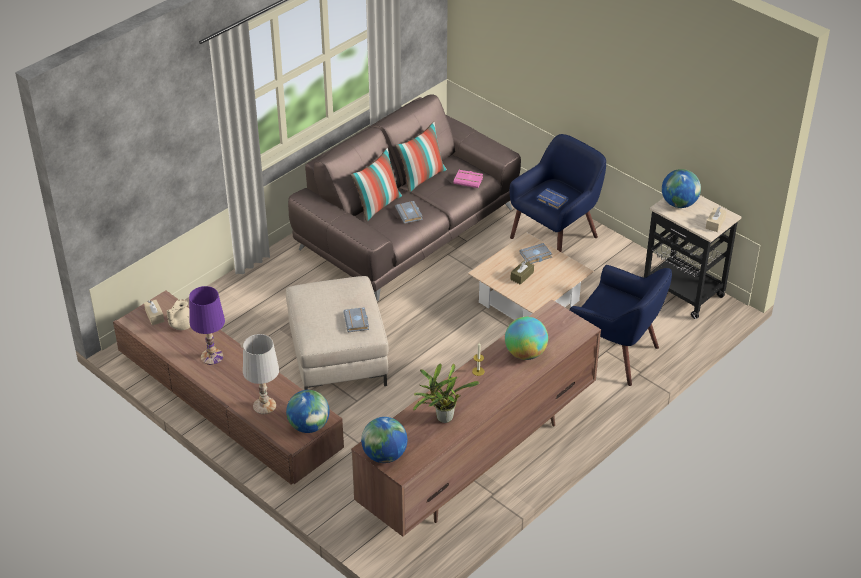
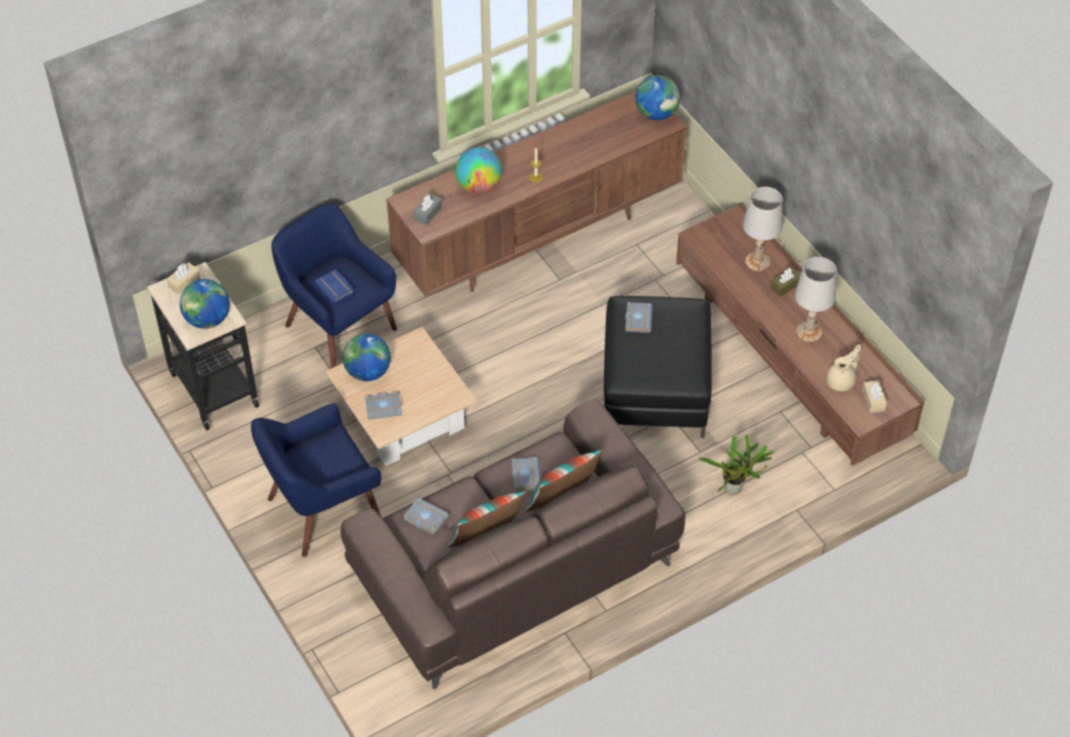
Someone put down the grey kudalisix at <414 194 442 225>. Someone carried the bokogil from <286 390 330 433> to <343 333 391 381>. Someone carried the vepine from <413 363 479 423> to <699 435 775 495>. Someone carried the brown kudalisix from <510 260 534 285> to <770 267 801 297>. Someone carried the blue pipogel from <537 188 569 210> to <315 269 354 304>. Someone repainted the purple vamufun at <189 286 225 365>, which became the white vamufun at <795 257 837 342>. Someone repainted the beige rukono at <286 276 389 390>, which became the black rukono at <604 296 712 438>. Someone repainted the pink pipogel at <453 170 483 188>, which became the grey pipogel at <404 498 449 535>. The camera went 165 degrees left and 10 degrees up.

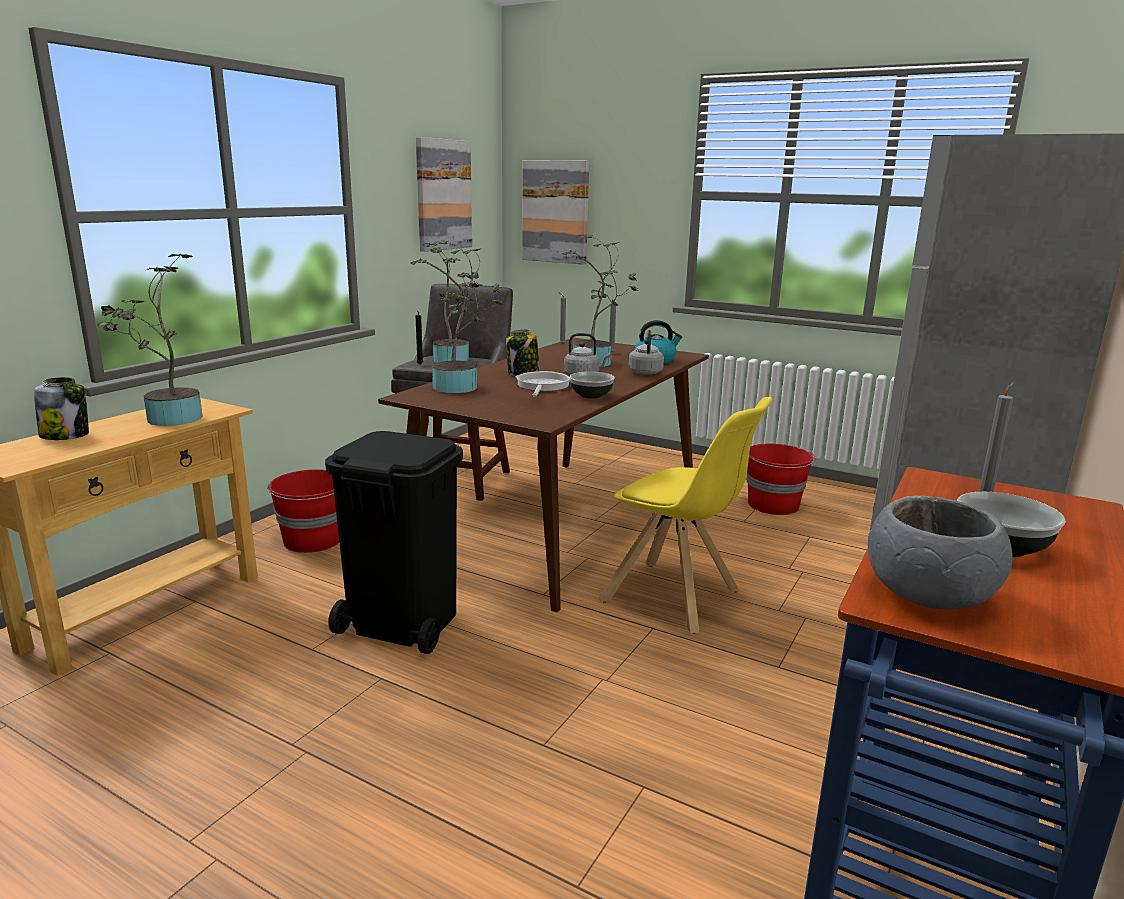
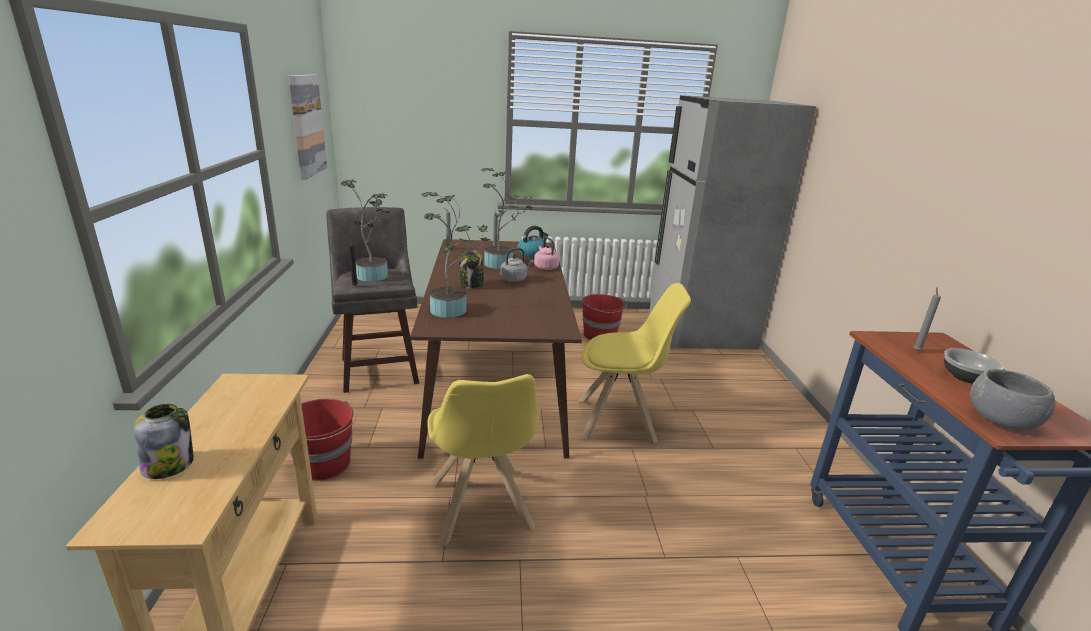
Someone took away the vepine at <97 253 202 426>. Someone took away the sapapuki at <515 371 570 397>. Someone took away the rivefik at <522 160 589 265>. Someone took away the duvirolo at <569 371 615 399>. Someone swapped the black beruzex at <325 431 463 654> for the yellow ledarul at <427 374 539 546>. Someone repainted the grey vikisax at <629 330 664 375>, which became the pink vikisax at <534 237 559 270>. The camera went 35 degrees left and 5 degrees up.

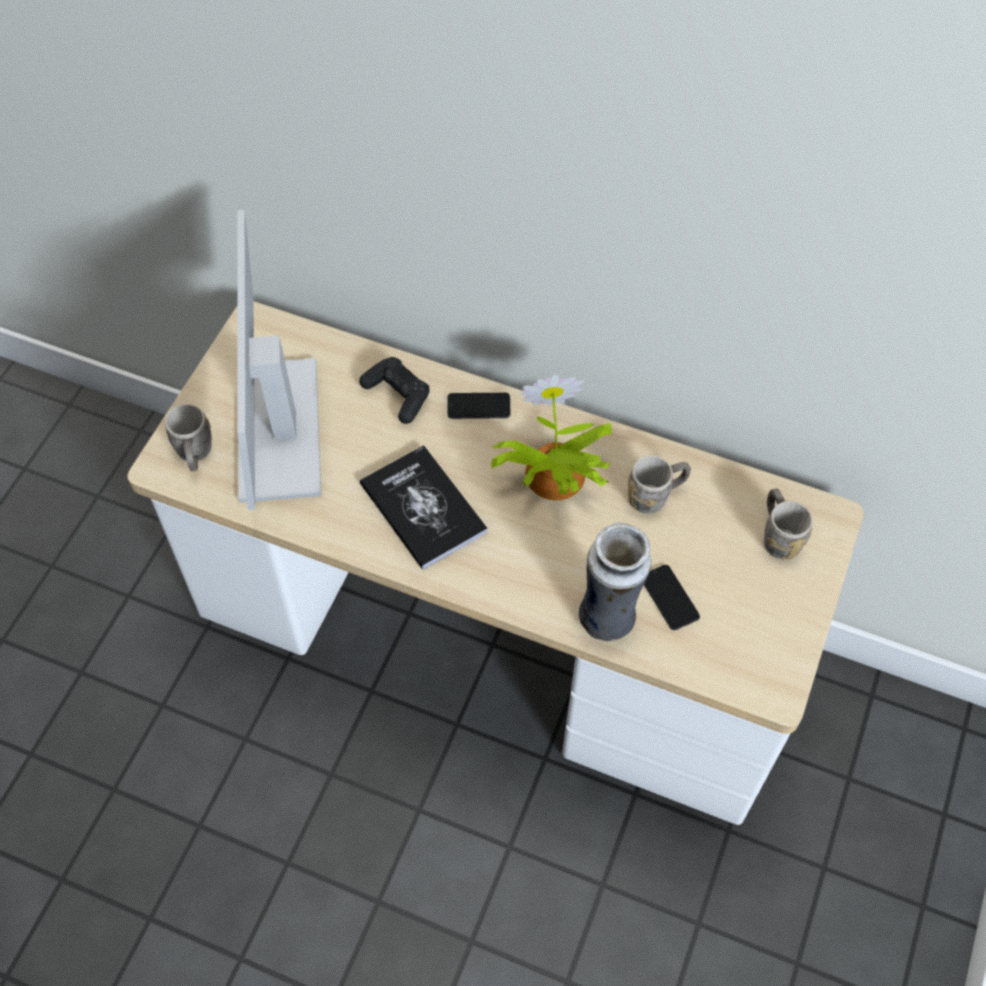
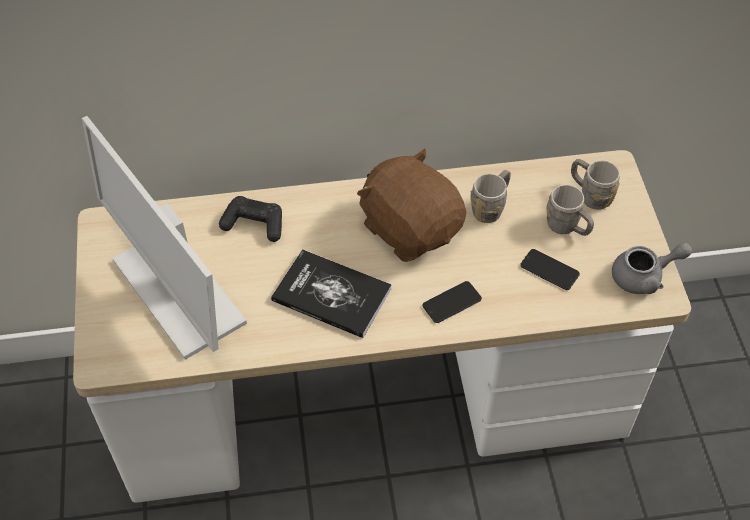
Someone took away the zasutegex at <579 523 651 641>. Someone put down the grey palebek at <612 242 692 294>. Someone carried the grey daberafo from <165 404 212 471> to <547 184 594 236>. Someone carried the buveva from <447 393 511 419> to <422 281 482 323>. Someone swapped the vepine at <491 375 612 501> for the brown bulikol at <357 149 466 262>. The camera went 30 degrees left and 5 degrees down.

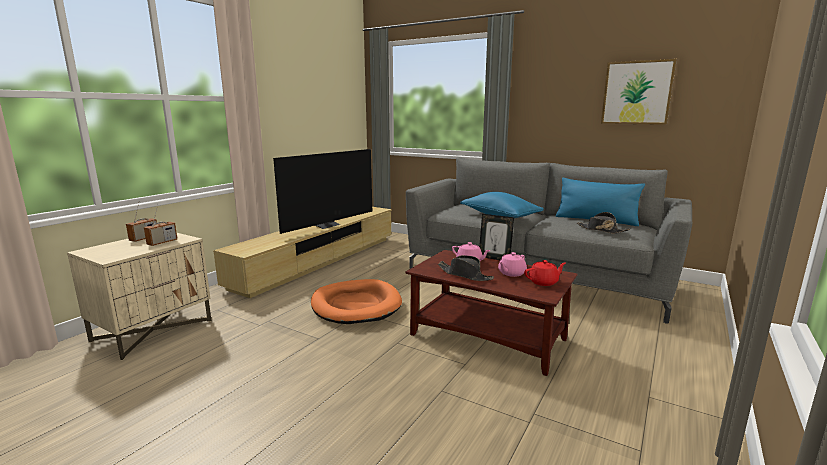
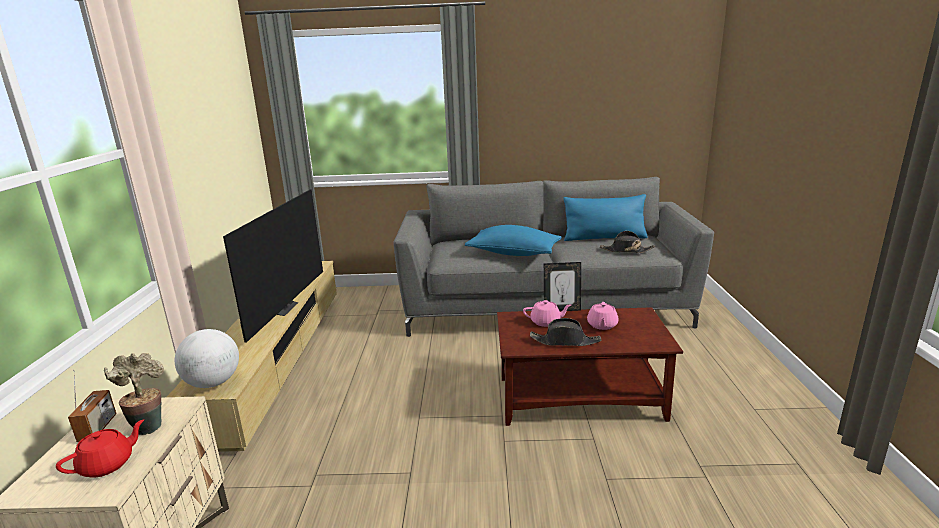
Someone took away the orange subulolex at <311 279 402 324>. Someone took away the rivefik at <601 59 677 125>. Someone put down the bokogil at <175 329 239 388>. Someone carried the red palebek from <524 260 566 286> to <56 419 144 478>. Someone swapped the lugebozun at <144 204 177 246> for the vepine at <104 353 164 435>. The camera went 30 degrees left and 5 degrees up.

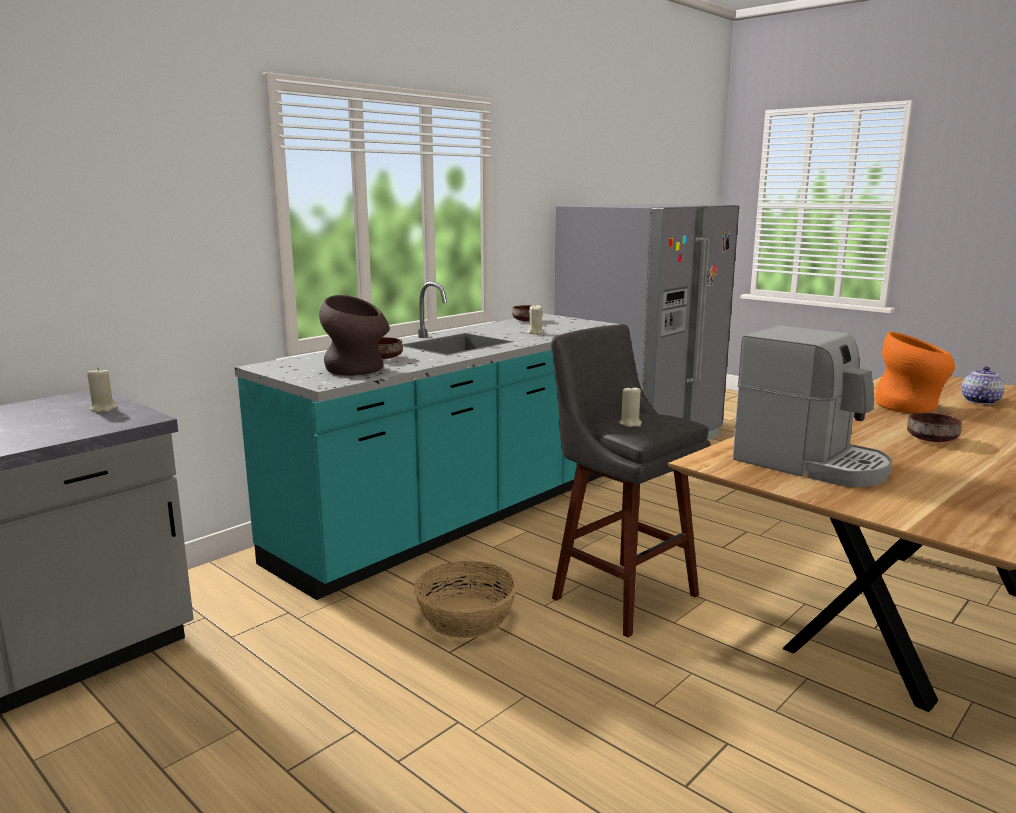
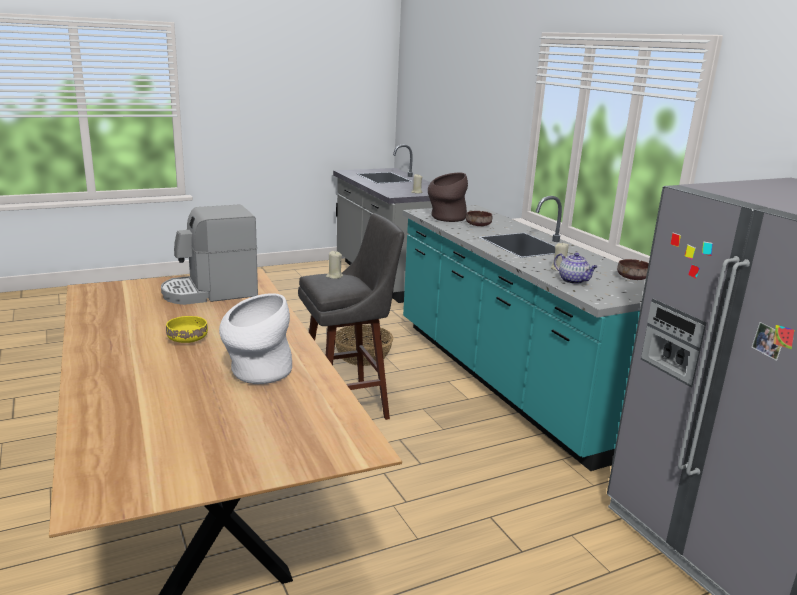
Someone carried the palebek from <961 366 1005 405> to <554 253 598 284>. Someone repainted the orange zasutegex at <876 332 955 413>, which became the white zasutegex at <219 293 292 384>. Someone repainted the brown duvirolo at <907 413 962 442>, which became the yellow duvirolo at <166 316 208 343>. The camera went 110 degrees right and 5 degrees up.

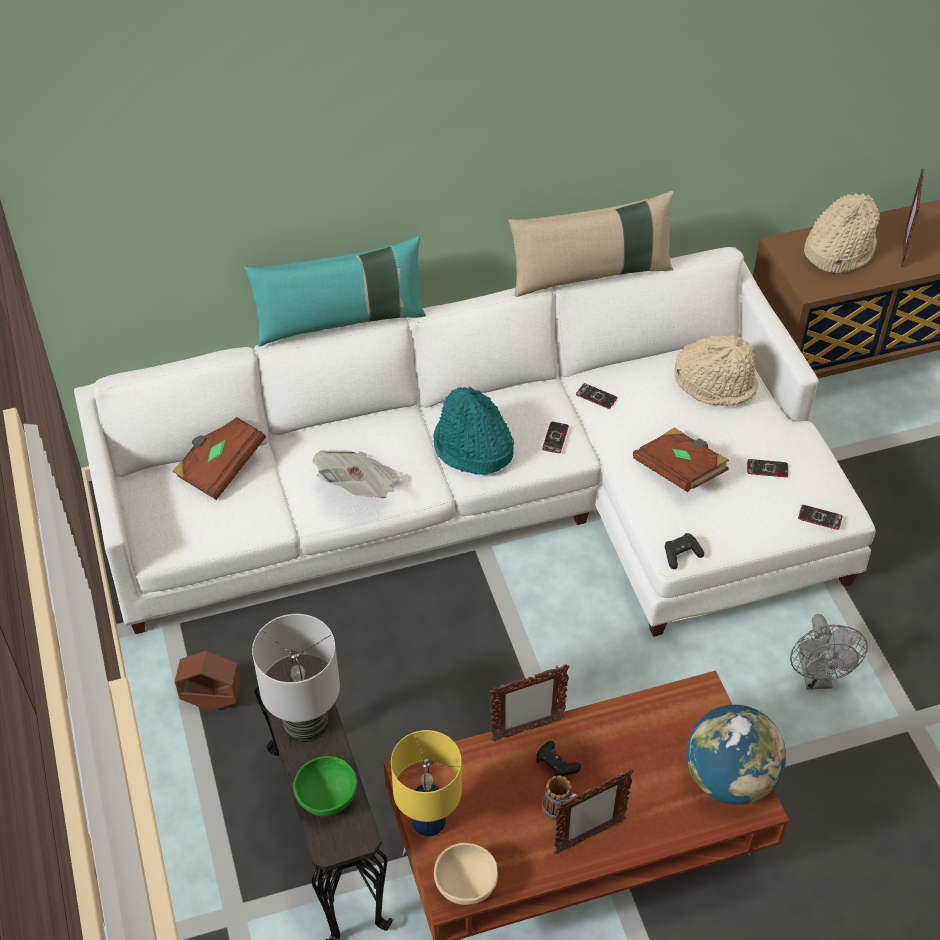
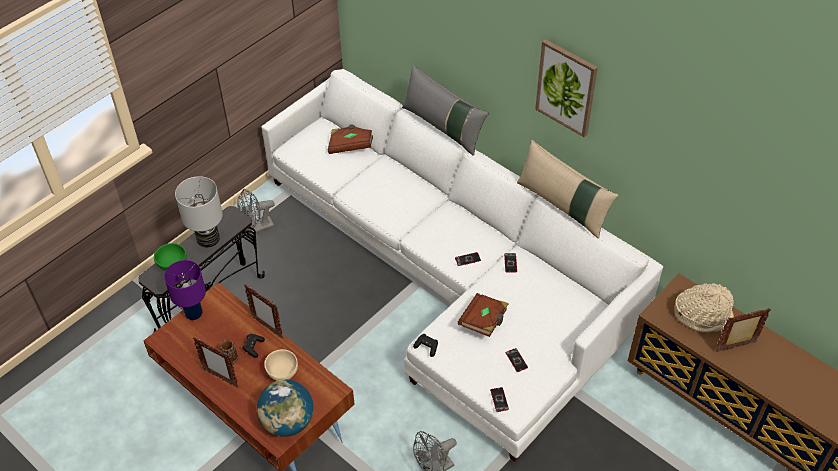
Someone took away the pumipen at <312 450 403 499>. Someone took away the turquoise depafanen at <433 387 514 475>. Someone took away the beige depafanen at <674 335 758 406>. Someone put up the rivefik at <535 39 598 137>. Someone carried the beige duvirolo from <434 843 498 905> to <264 349 298 381>. Someone swapped the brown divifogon at <175 651 241 711> for the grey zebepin at <237 189 275 234>. Someone repainted the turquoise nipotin at <244 236 426 347>, which became the grey nipotin at <402 65 489 156>. Someone repainted the yellow vamufun at <391 730 462 837>, which became the purple vamufun at <164 260 206 320>. The camera went 60 degrees right and 0 degrees up.

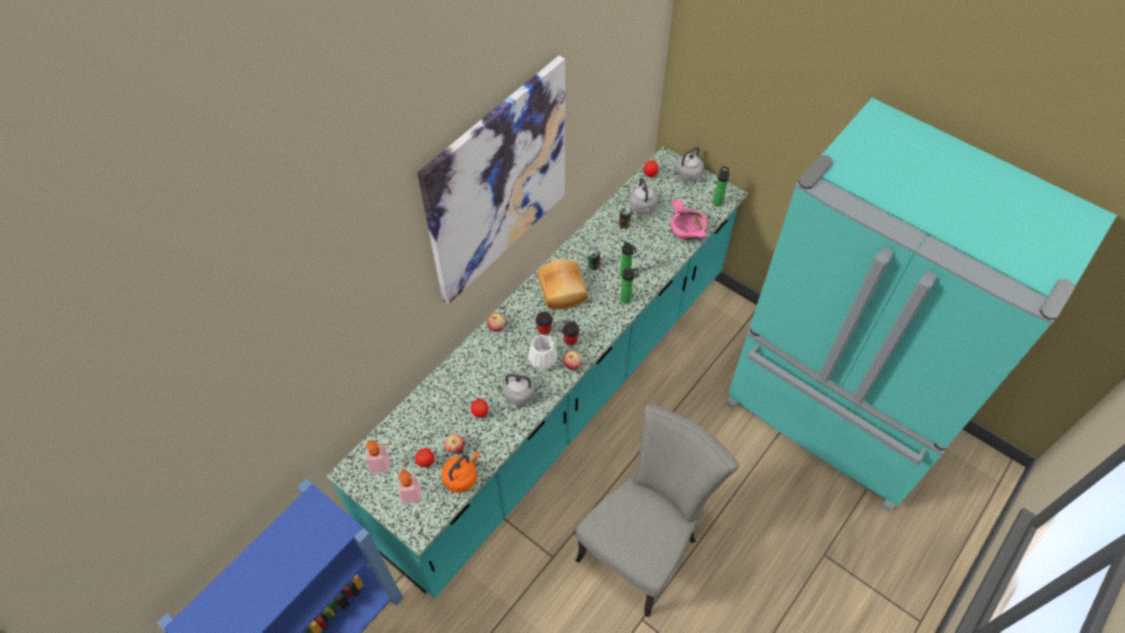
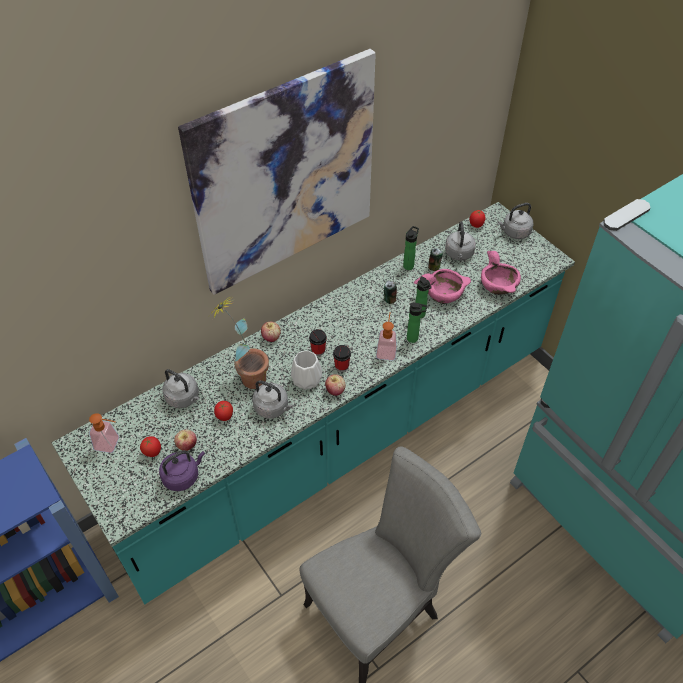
Someone took away the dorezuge at <538 259 588 310>. Someone put down the grey vikisax at <162 369 200 408>. Someone put down the vepine at <208 296 269 389>. Someone put down the pink duvirolo at <414 269 471 304>. Someone carried the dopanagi from <398 458 422 504> to <376 312 397 361>. Someone carried the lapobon from <713 166 729 206> to <403 226 419 270>. Someone repainted the orange vikisax at <441 451 480 493>, which became the purple vikisax at <159 450 205 491>. The camera went 15 degrees right and 5 degrees down.

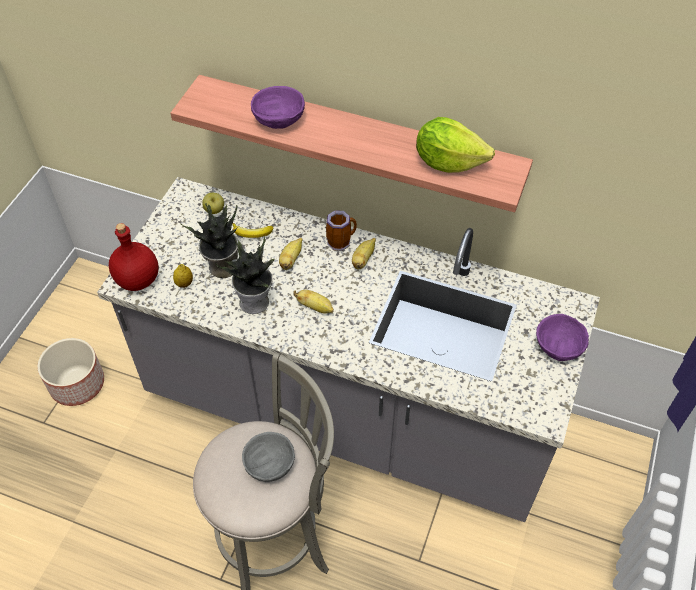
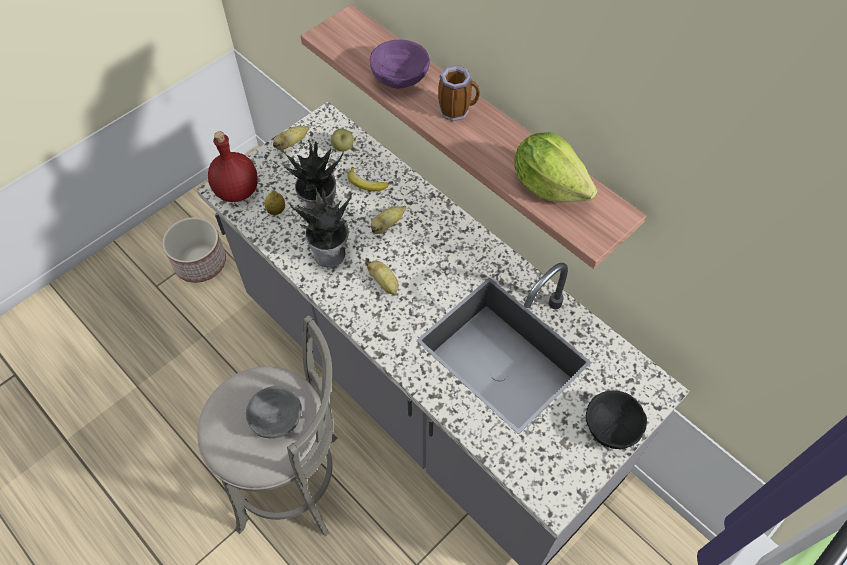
Someone carried the daberafo from <326 210 357 251> to <438 65 480 121>. Someone carried the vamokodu from <352 238 376 270> to <273 126 309 150>. Someone repainted the purple duvirolo at <536 314 589 361>, which became the black duvirolo at <586 391 647 449>. The camera went 25 degrees right and 5 degrees up.

